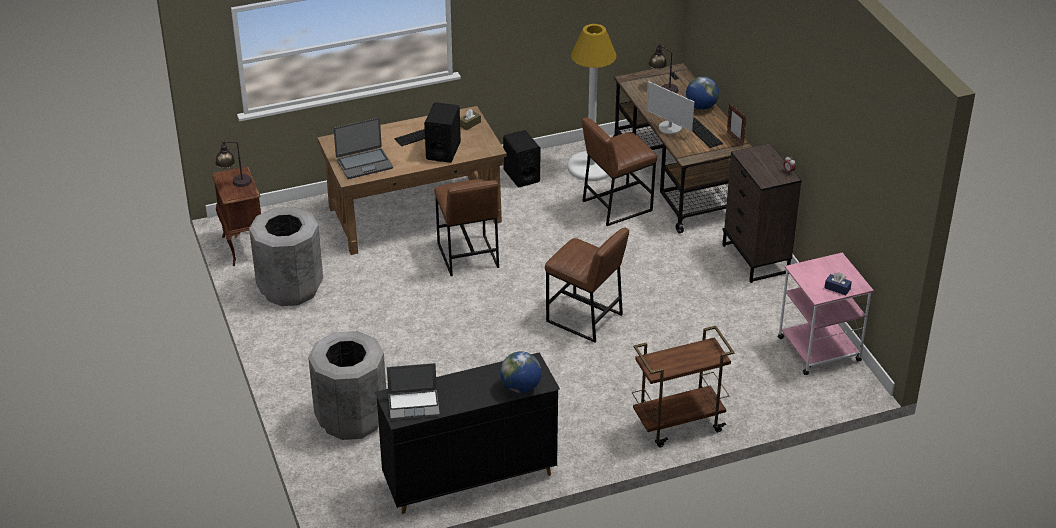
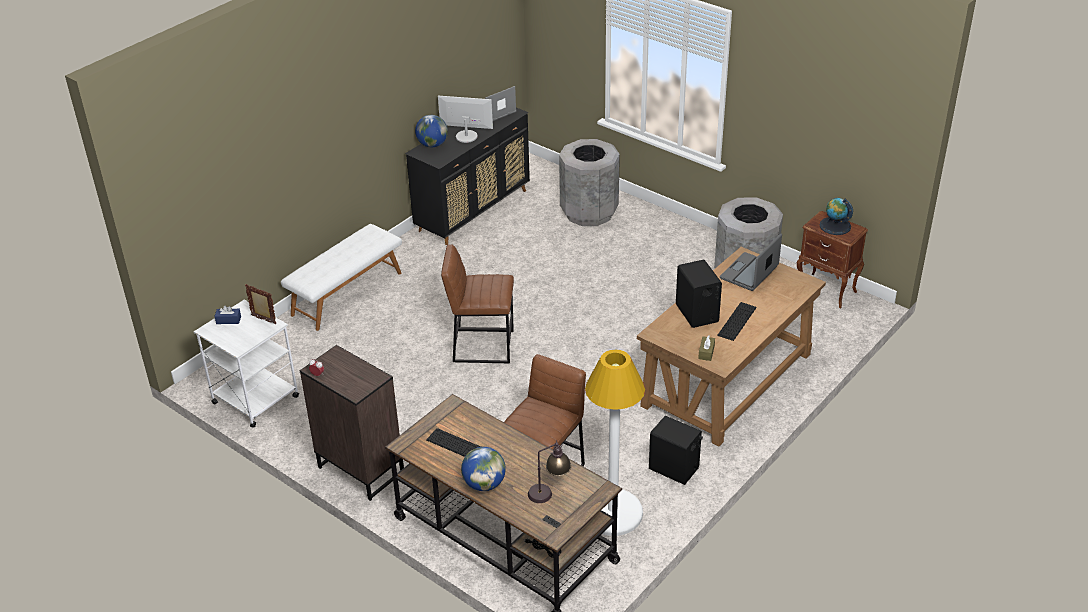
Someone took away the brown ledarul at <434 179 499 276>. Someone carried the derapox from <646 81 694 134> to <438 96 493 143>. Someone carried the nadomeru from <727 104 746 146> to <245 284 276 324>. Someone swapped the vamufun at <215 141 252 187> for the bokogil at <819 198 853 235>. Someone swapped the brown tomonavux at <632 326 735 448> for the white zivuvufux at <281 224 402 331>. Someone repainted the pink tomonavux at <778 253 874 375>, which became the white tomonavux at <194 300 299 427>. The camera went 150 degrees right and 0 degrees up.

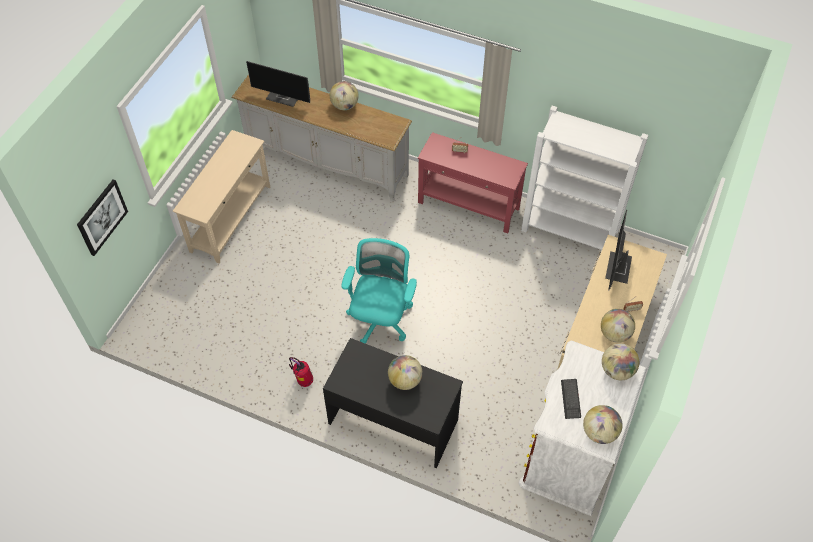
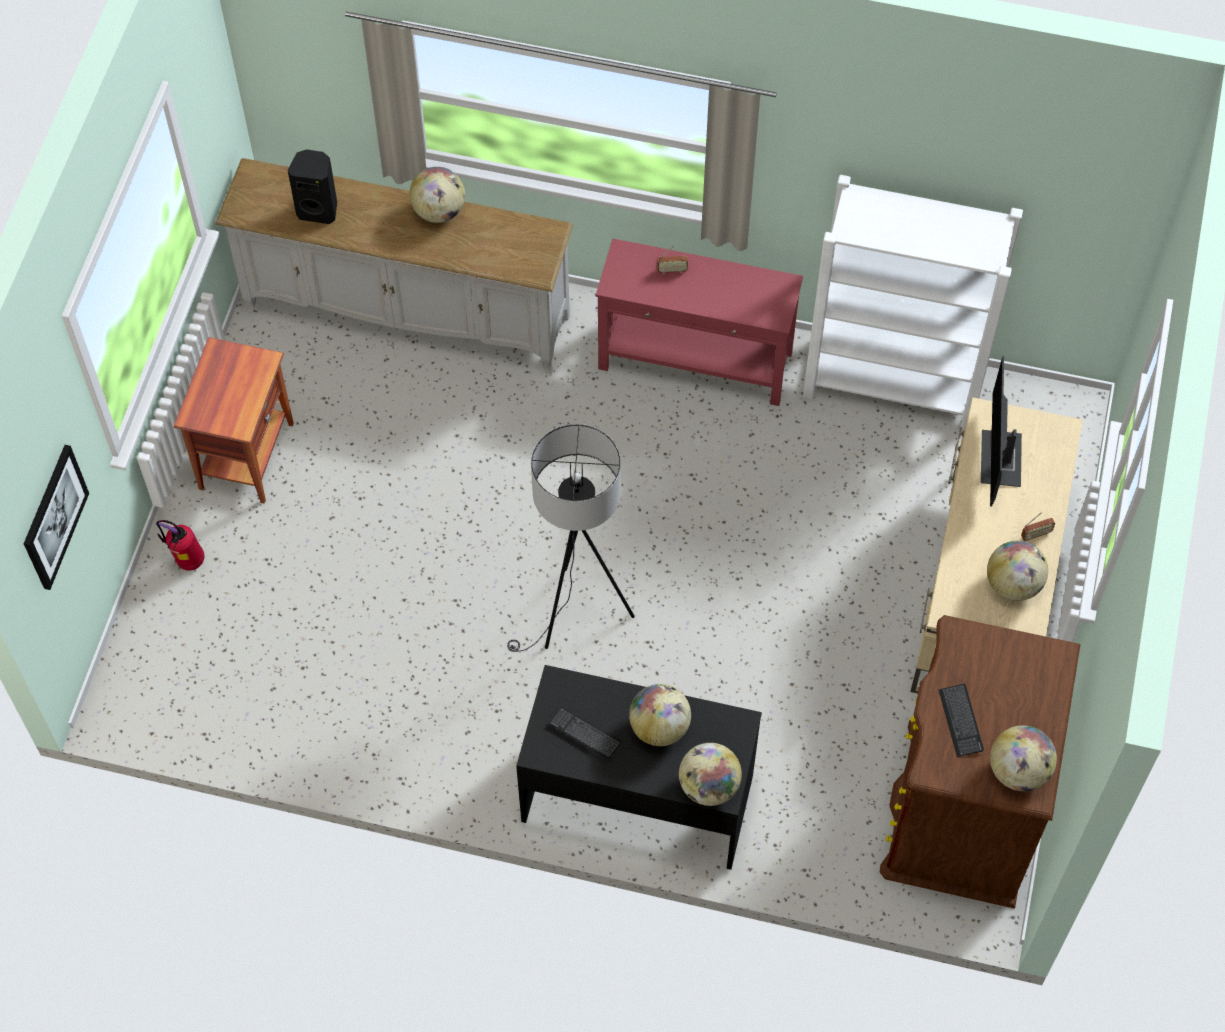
Someone put down the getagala at <549 706 622 759>. Someone carried the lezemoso from <289 357 313 387> to <156 520 204 571>. Someone carried the bokogil from <602 343 639 380> to <679 743 742 806>. Someone swapped the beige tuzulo at <173 130 270 264> for the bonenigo at <173 337 294 504>. Someone swapped the derapox at <246 61 310 107> for the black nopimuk at <288 149 337 224>. Someone swapped the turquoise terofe at <341 238 417 344> for the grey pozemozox at <507 424 635 652>. Someone repainted the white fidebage at <519 340 647 516>, which became the brown fidebage at <880 615 1080 909>. The camera went 10 degrees left and 5 degrees up.

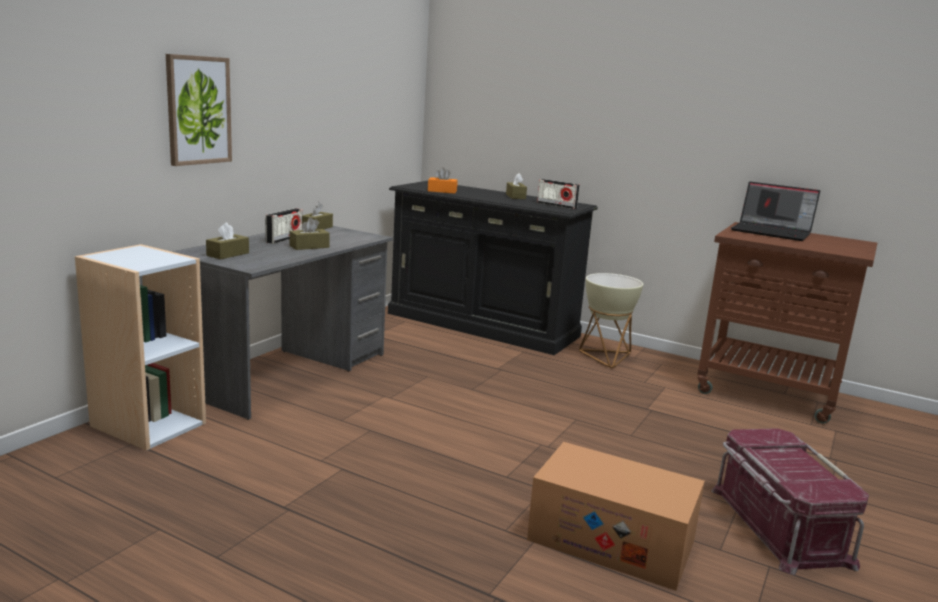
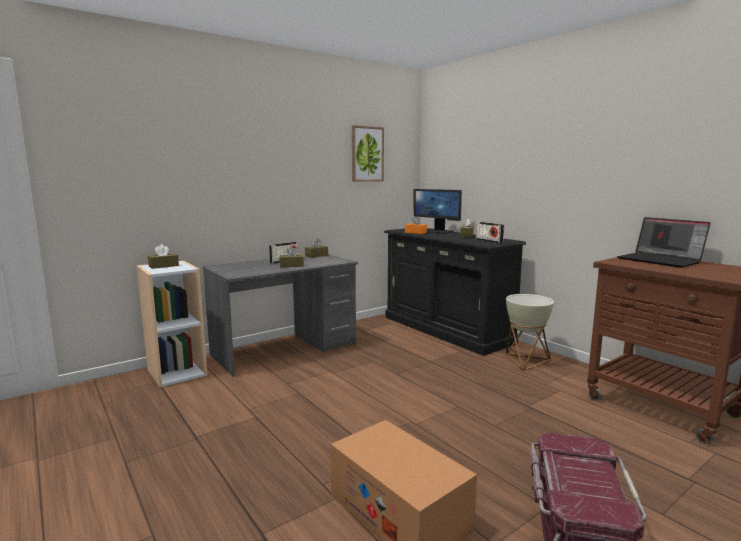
Someone put down the derapox at <414 189 462 234>. Someone carried the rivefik from <166 54 232 166> to <352 125 384 182>. Someone carried the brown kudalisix from <206 222 249 259> to <148 244 179 269>. The camera went 25 degrees right and 5 degrees down.

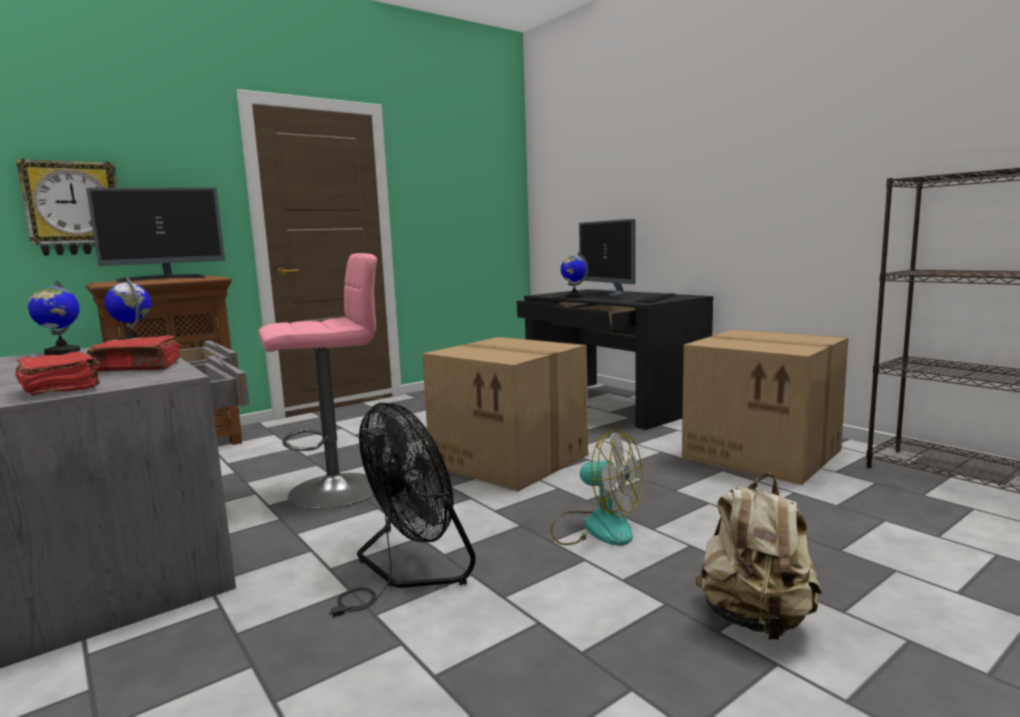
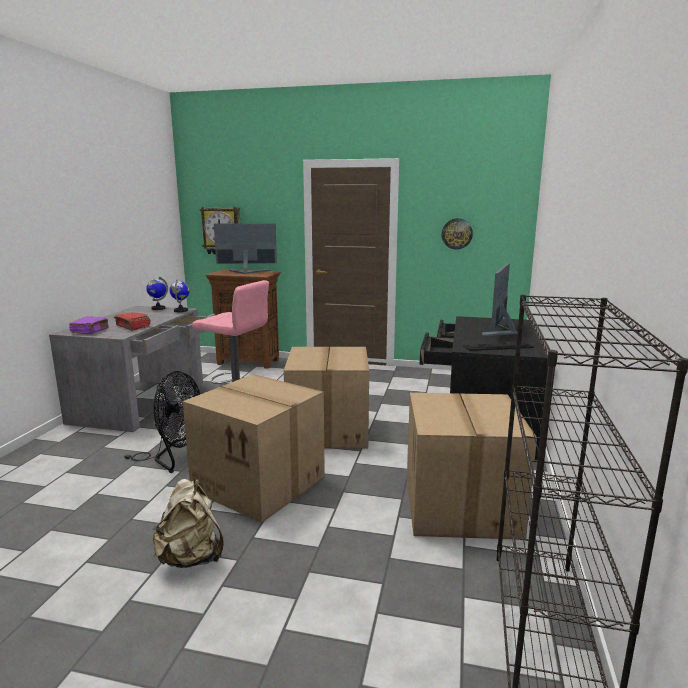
Someone took away the bokogil at <561 252 588 298>. Someone put up the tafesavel at <442 218 473 250>. Someone swapped the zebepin at <550 430 643 546> for the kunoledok at <183 374 325 523>. Someone repainted the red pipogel at <15 352 100 396>, which became the purple pipogel at <69 316 109 334>. Someone rotated the derapox at <86 188 225 282> by 150 degrees clockwise. The camera went 50 degrees right and 5 degrees up.

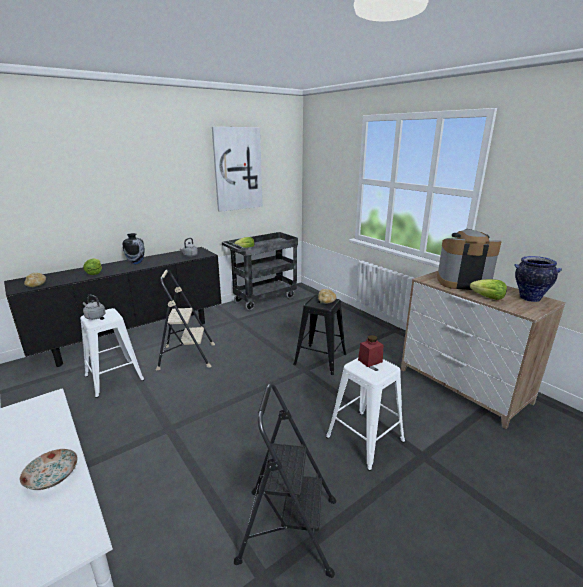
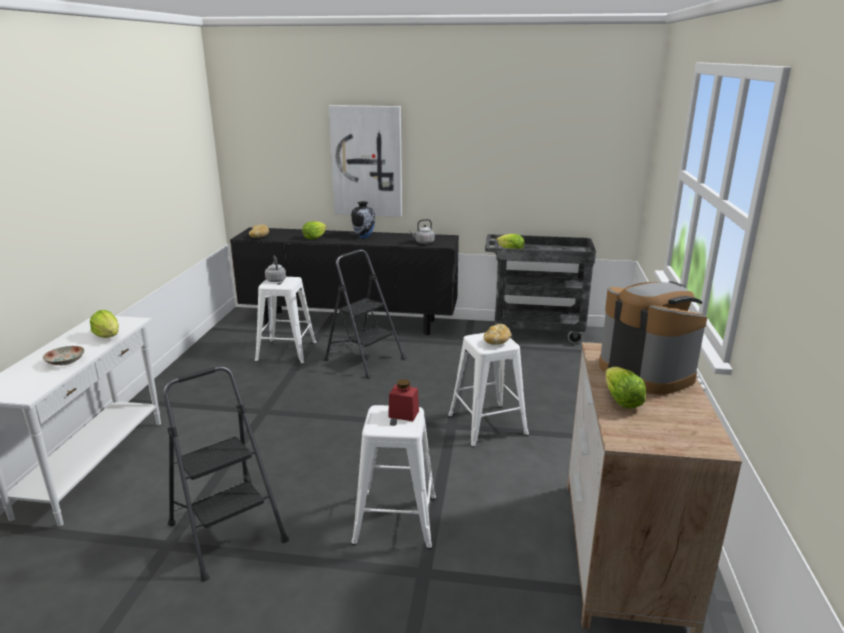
Someone took away the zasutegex at <514 256 562 302>. Someone put down the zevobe at <90 310 119 338>. Someone carried the rivefik from <212 127 262 212> to <328 105 402 217>. Someone repainted the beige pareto at <156 270 215 370>, which became the black pareto at <323 250 407 379>. Someone repainted the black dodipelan at <293 295 347 375>, which became the white dodipelan at <448 333 529 447>. The camera went 45 degrees right and 0 degrees up.

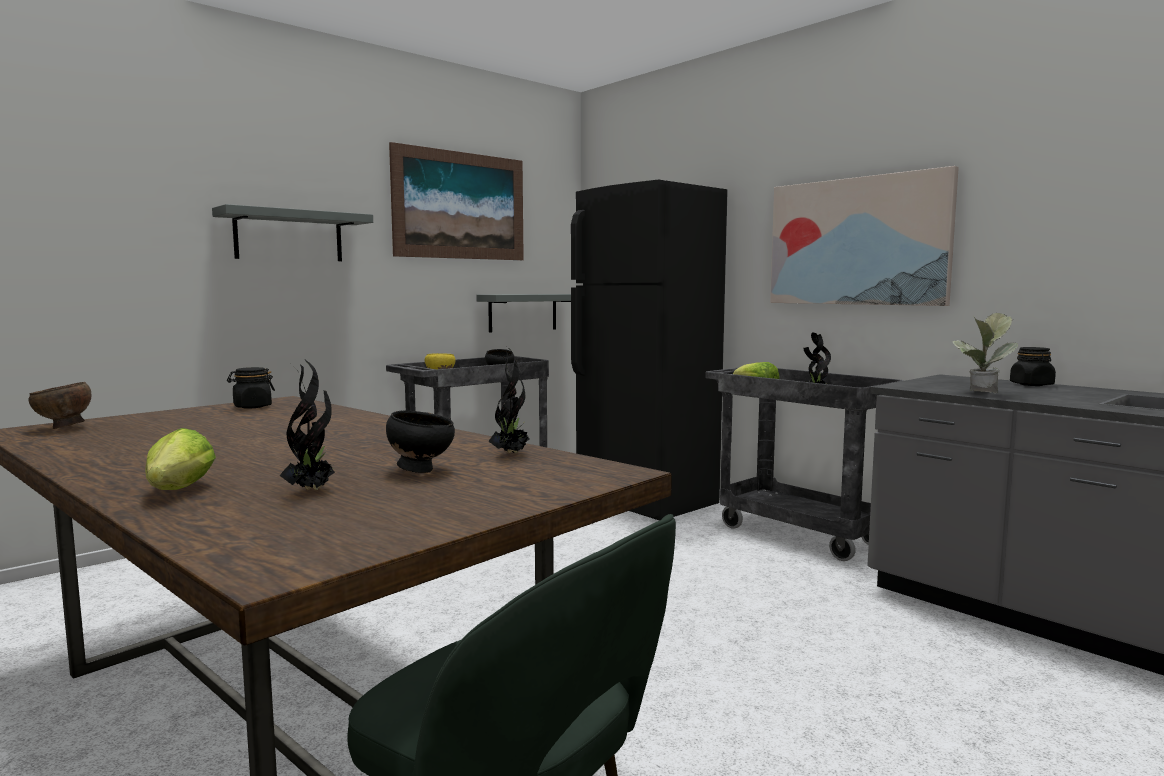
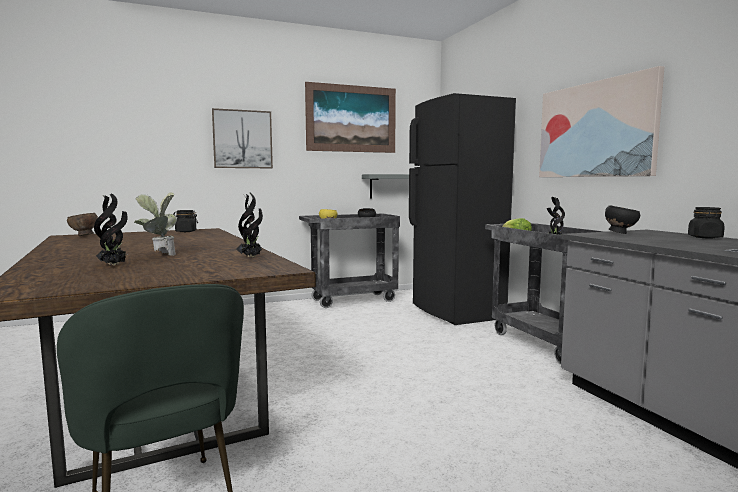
Someone took away the zevobe at <145 428 216 490>. Someone carried the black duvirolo from <386 410 455 473> to <605 205 640 234>. Someone carried the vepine from <953 313 1018 393> to <134 192 177 256>. Someone swapped the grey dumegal at <212 204 373 261> for the rivefik at <212 108 273 168>. The camera went 20 degrees right and 0 degrees up.

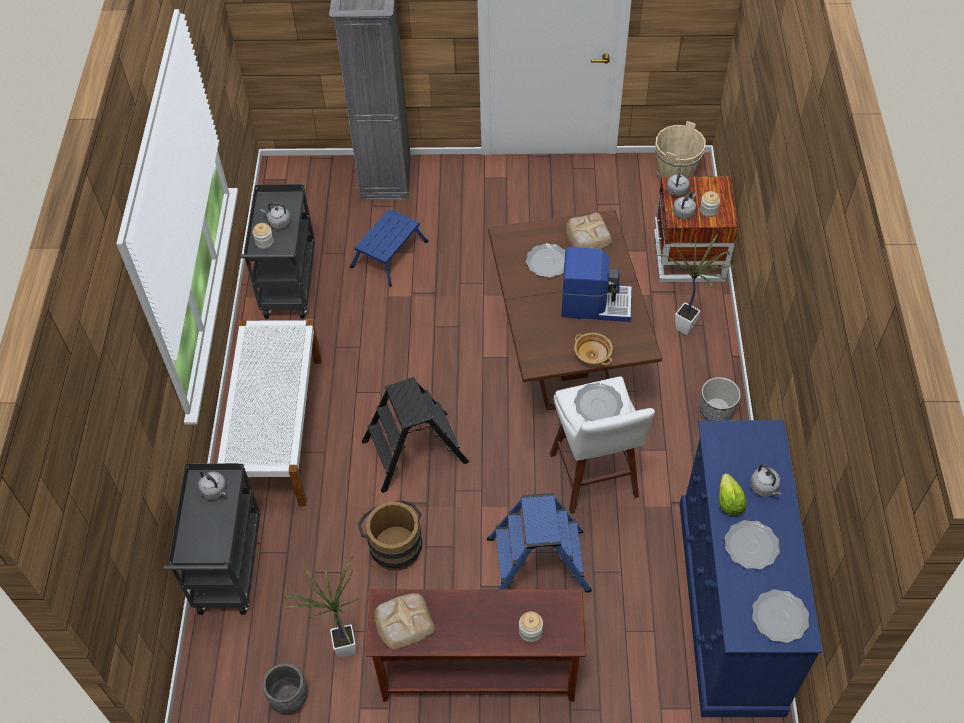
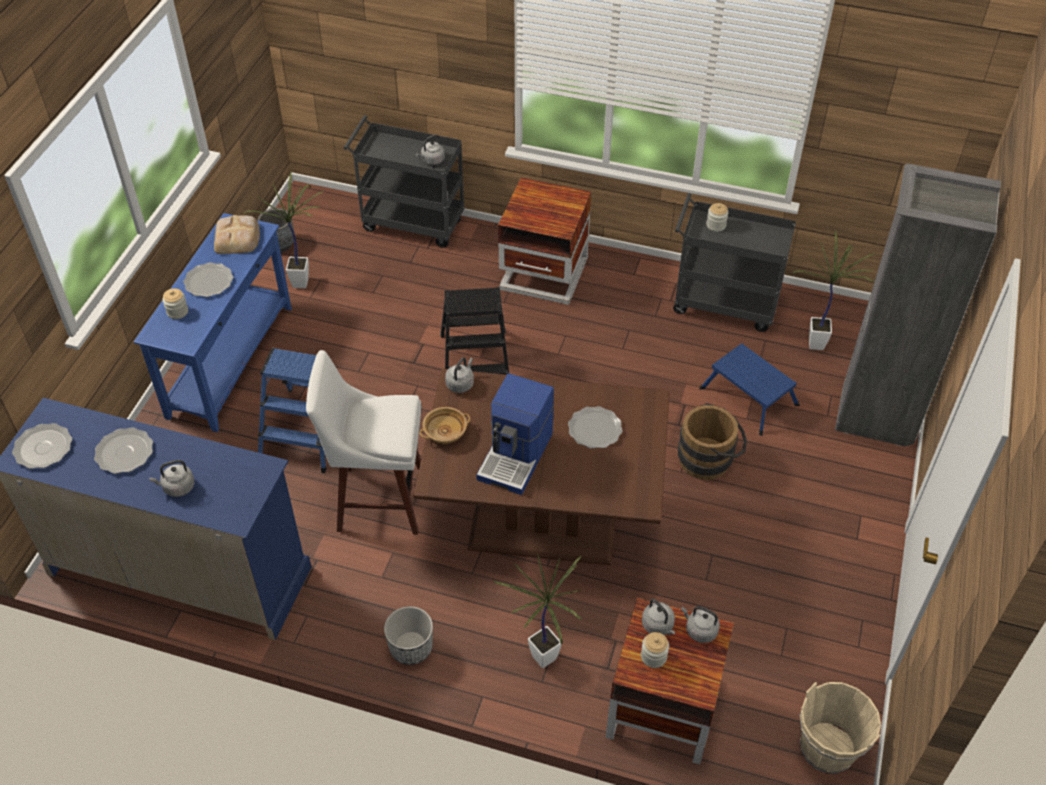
Someone took away the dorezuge at <566 213 612 249>. Someone took away the zevobe at <719 474 746 516>. Someone put down the vepine at <792 230 875 350>. Someone carried the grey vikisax from <261 202 291 229> to <445 357 474 393>. Someone carried the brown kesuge from <358 500 422 571> to <678 403 747 480>. Someone carried the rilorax from <574 383 623 421> to <183 262 233 297>. Someone swapped the white zivuvufux at <217 320 322 507> for the bonenigo at <498 178 591 305>. Someone repainted the brown tuzulo at <366 589 586 702>, which became the blue tuzulo at <134 213 292 432>. The camera went 105 degrees right and 5 degrees down.

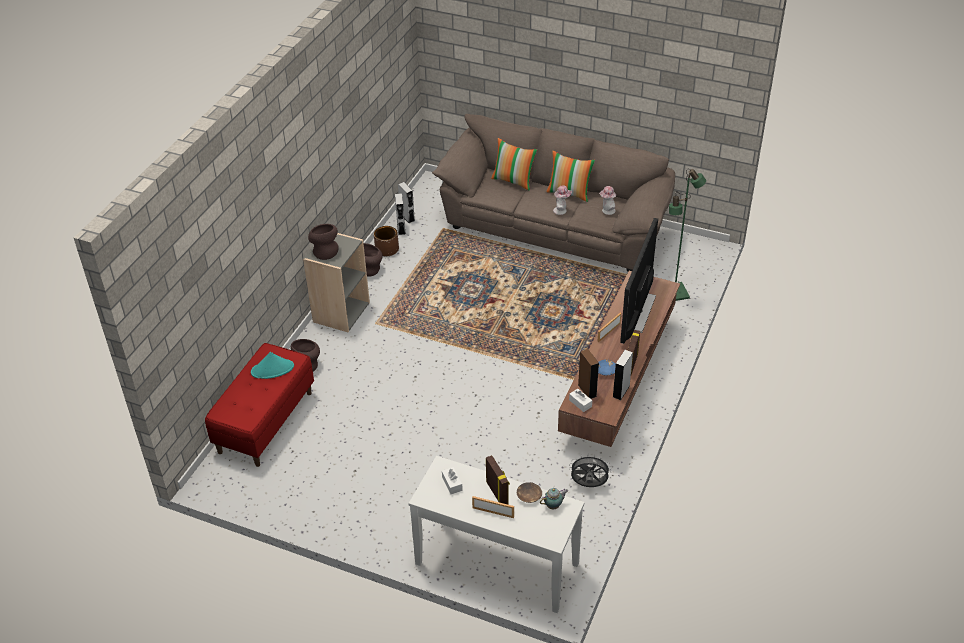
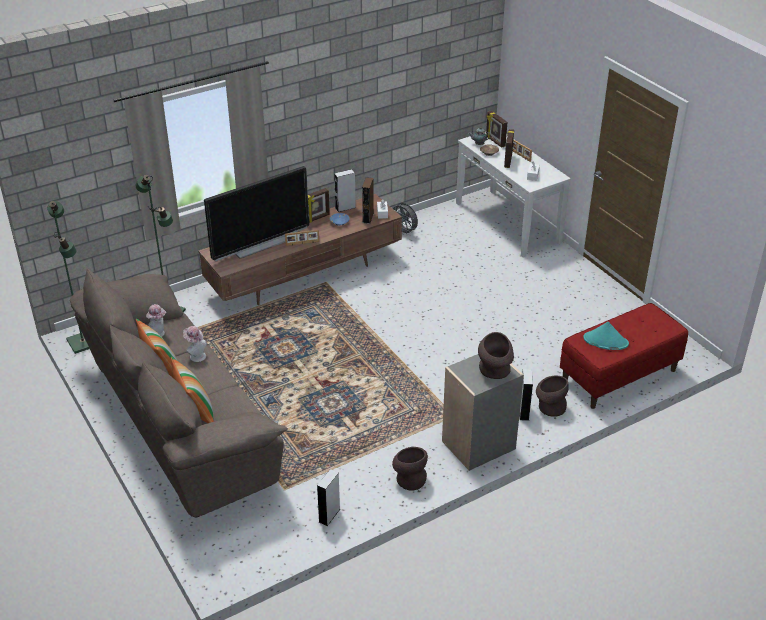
Someone took away the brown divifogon at <374 226 399 256>. Someone put down the green pozemozox at <47 201 90 354>. Someone put down the nadomeru at <486 111 507 148>. Someone carried the grey nopimuk from <398 182 415 223> to <520 369 533 421>. The camera went 145 degrees left and 5 degrees down.

